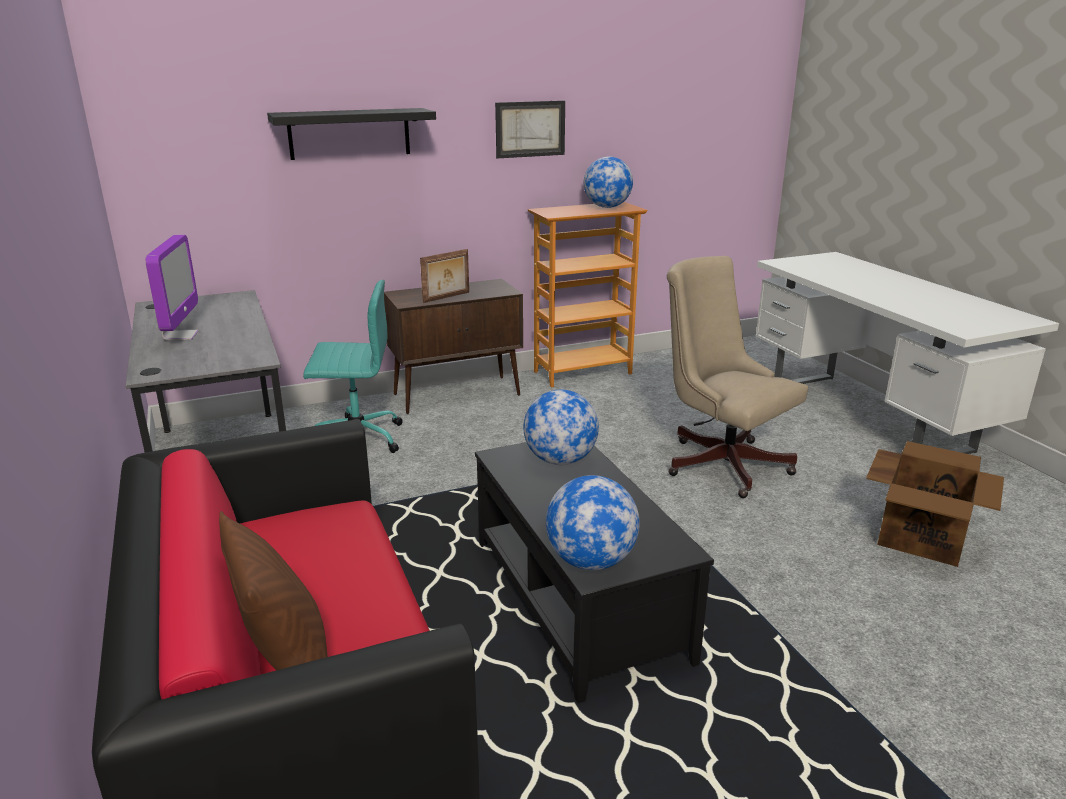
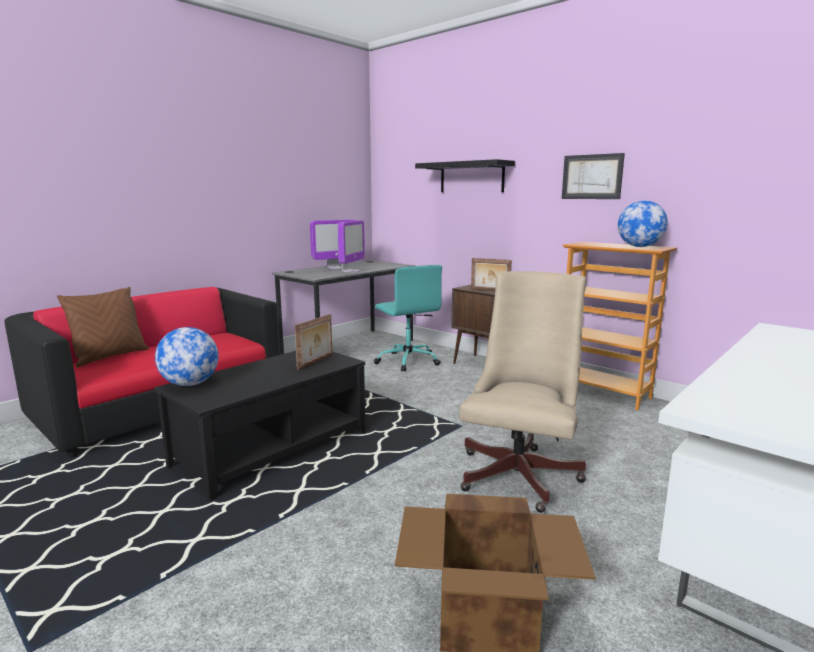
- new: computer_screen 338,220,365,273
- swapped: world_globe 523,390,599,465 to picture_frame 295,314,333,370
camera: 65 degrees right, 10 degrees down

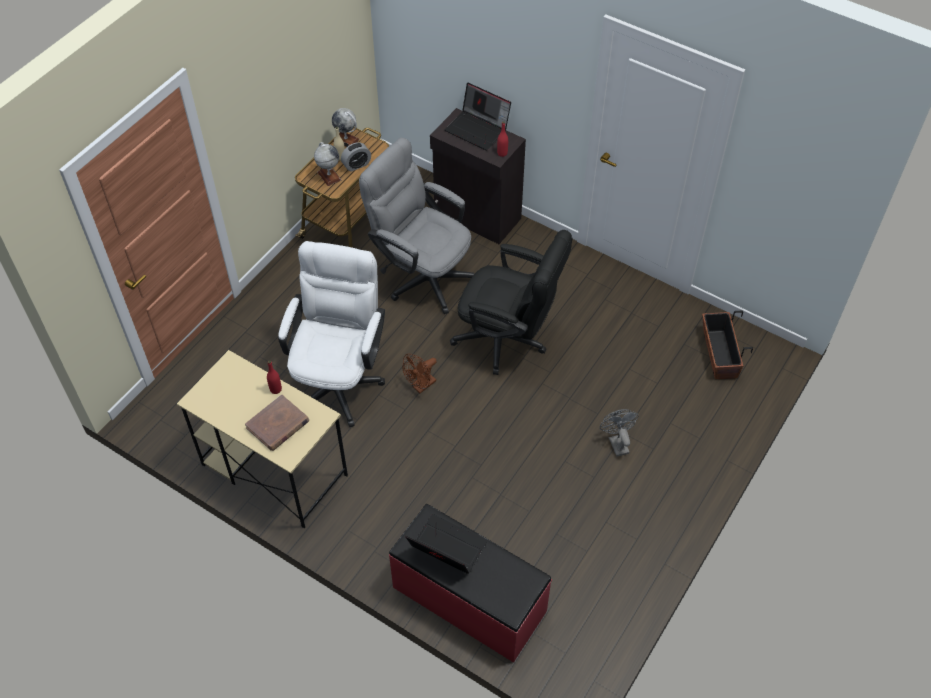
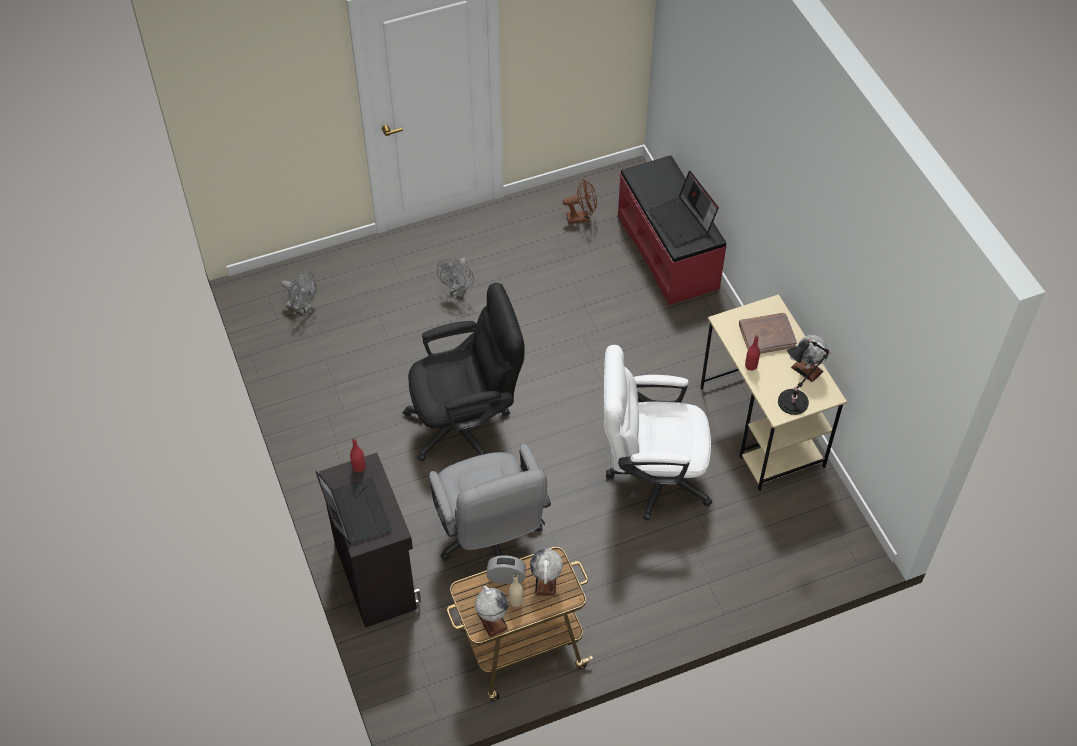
- new: blackish_table_lamp 778,338,831,415
- new: world_globe 791,335,827,382
- shifted: brownish_electric_fan 403,354,437,393 to 563,179,597,223
- swapped: flower_pot 702,311,753,379 to greyish_electric_fan 281,271,317,315
- rotated: white-coloured_desk_chair 278,241,385,428 = 603,345,712,521 45 degrees clockwise
- rotated: blackish_desk_chair 450,230,572,375 = 403,283,525,462 105 degrees clockwise
camera: 145 degrees left, 0 degrees up

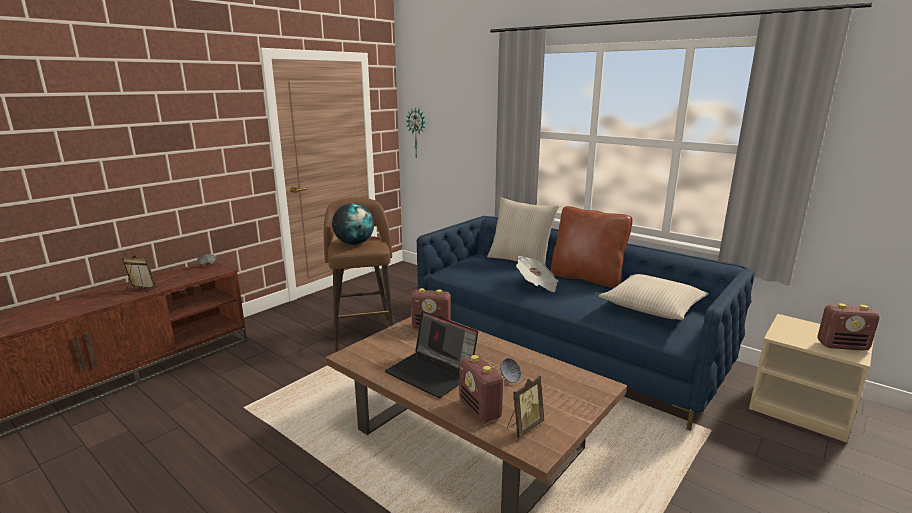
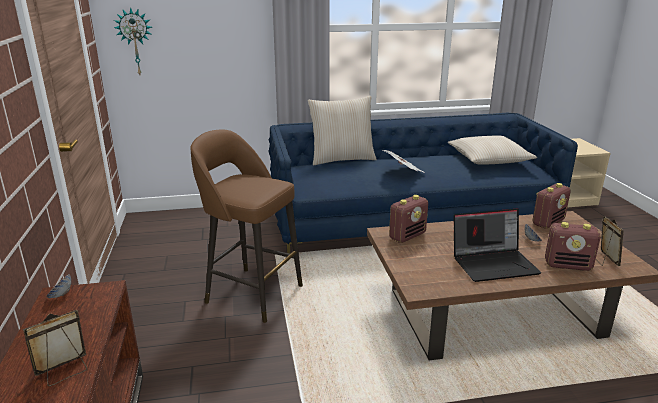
- gone: world_globe 332,203,374,245
- gone: brownish_pillow 551,206,633,288
- shifted: radio_receiver 817,303,880,350 to 533,183,571,229
camera: 50 degrees left, 5 degrees up

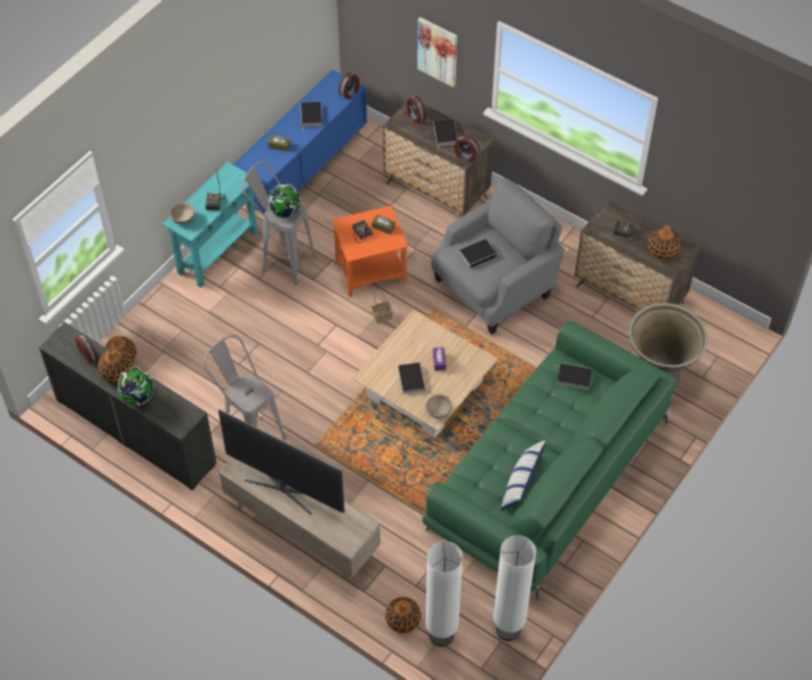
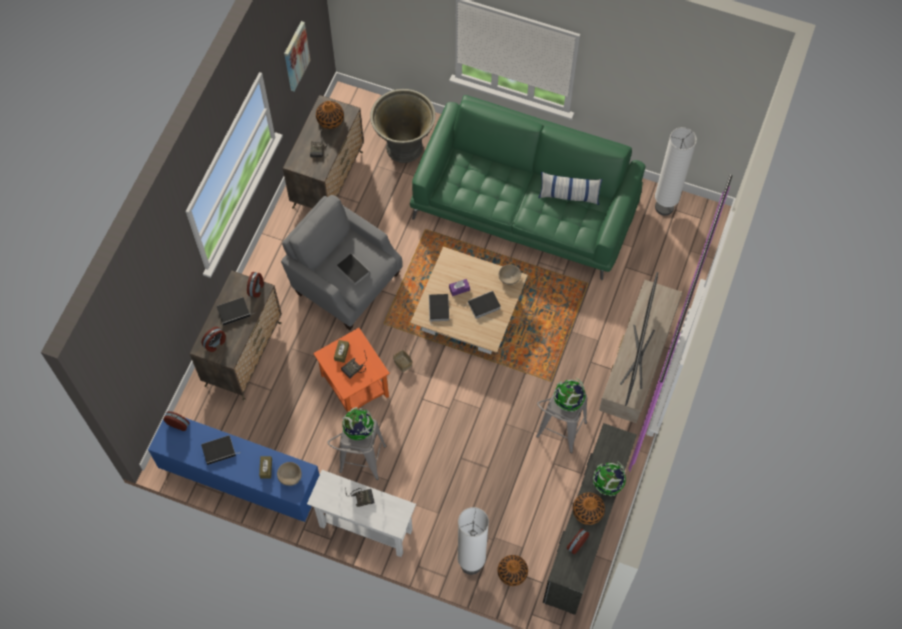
- gone: decorative_vase 385,597,421,633
- new: world_globe 554,378,586,412
- shifted: beige-coloured_serving_bowl 170,203,195,224 to 277,462,302,486
- shifted: wall_picture 417,17,457,87 to 284,21,310,92
- shifted: white-coloured_standard_lamp 425,541,463,647 to 457,507,489,575
- shifted: book 554,363,592,390 to 429,294,449,324
- repainted: turquoise_hall_table 162,162,258,288 to white-coloured_hall_table 307,470,416,557
camera: 105 degrees left, 10 degrees up

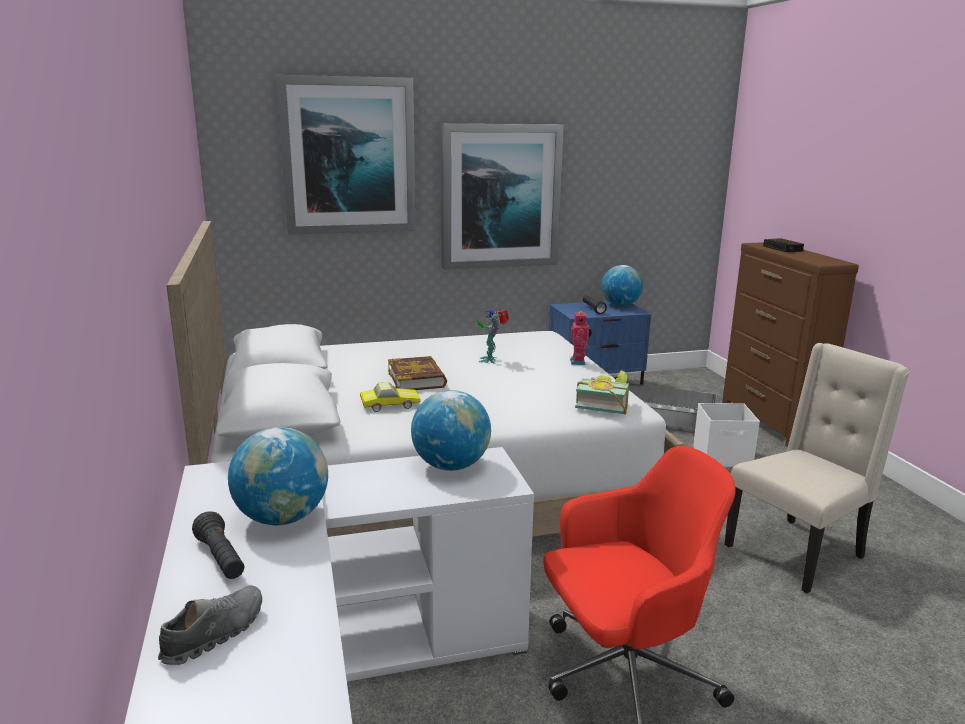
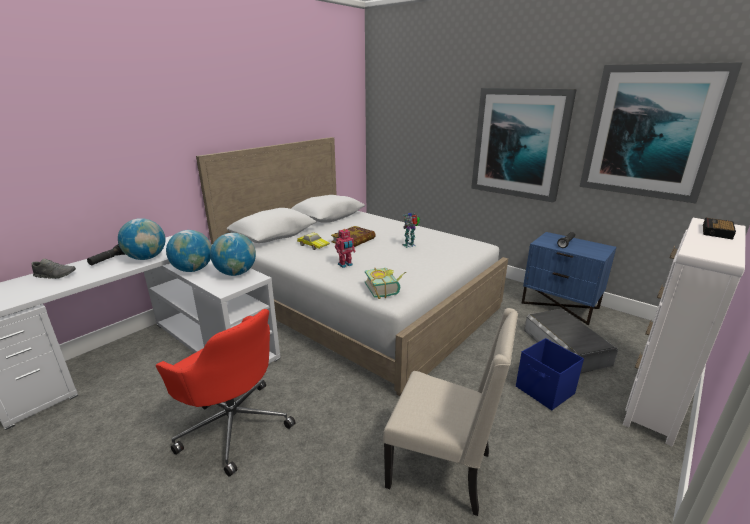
- shifted: wall_picture 276,75,416,235 to 579,62,742,204
- shifted: model_robot 570,311,592,365 to 335,229,356,268
- shifted: world_globe 601,265,643,306 to 166,230,212,272
- repainted: white-coloured_storage_bin 693,403,760,467 to blue_storage_bin 516,338,584,410
- repainted: brownish_chest_of_drawers 722,242,859,447 to white-coloured_chest_of_drawers 623,218,746,446
camera: 55 degrees right, 5 degrees up

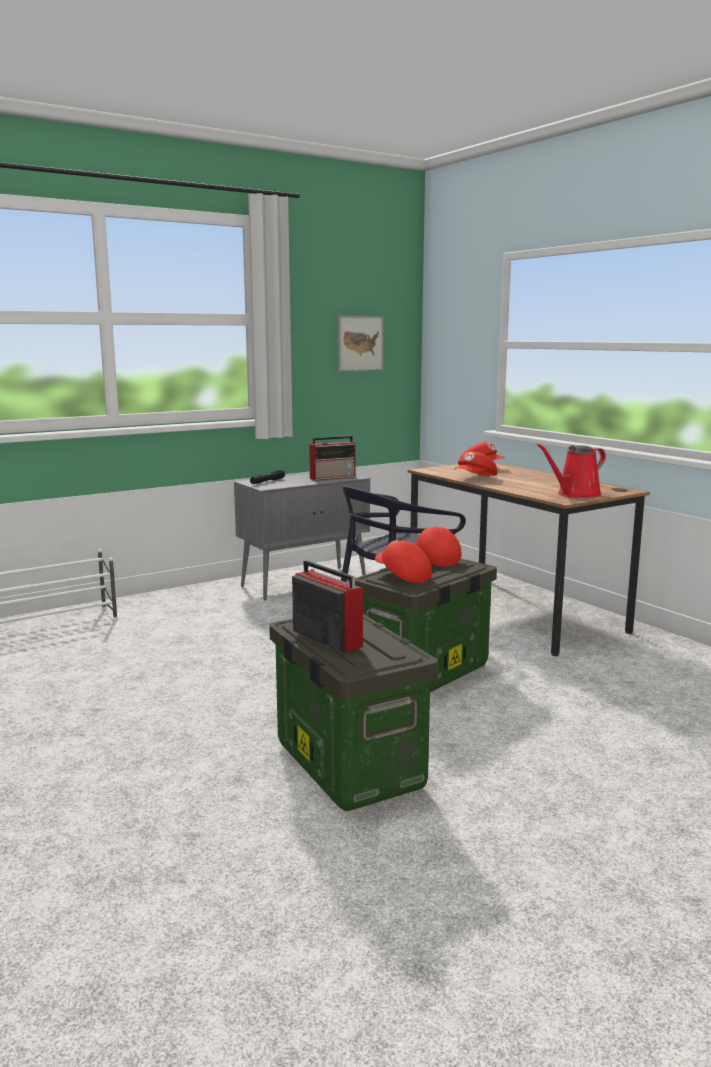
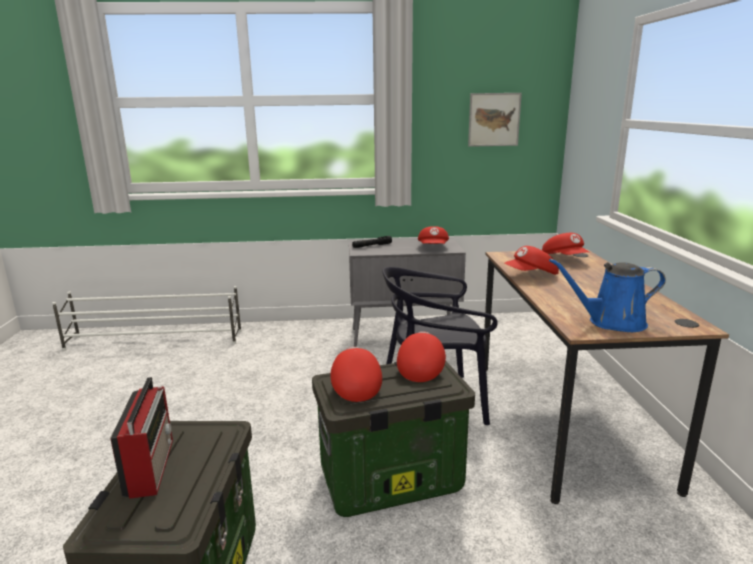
- swapped: radio_receiver 309,436,356,481 to reddish_baseball_cap 418,226,449,244
- repainted: reddish_watering_pot 537,444,606,498 to blue_watering_pot 549,259,666,332
camera: 30 degrees right, 5 degrees up

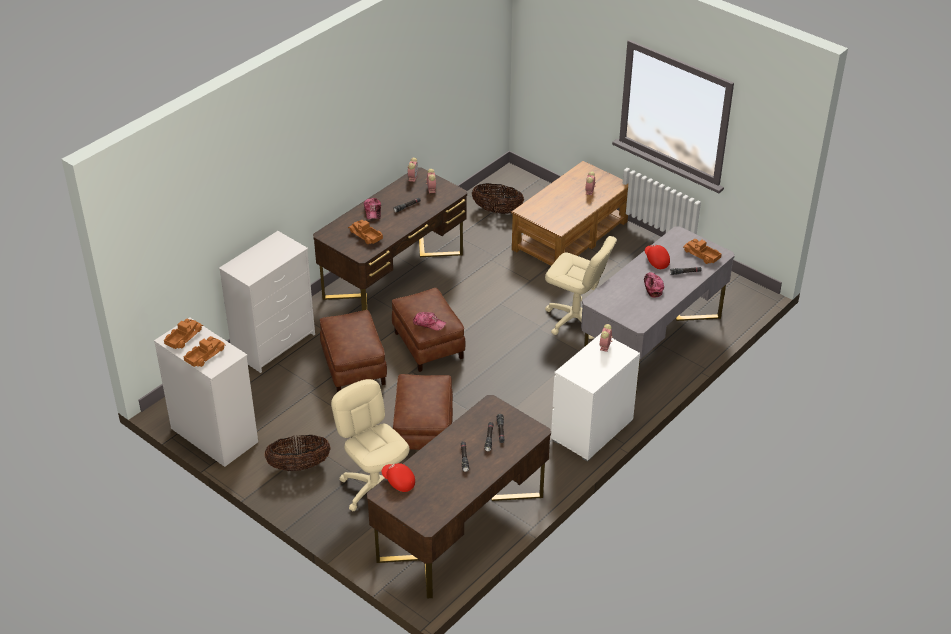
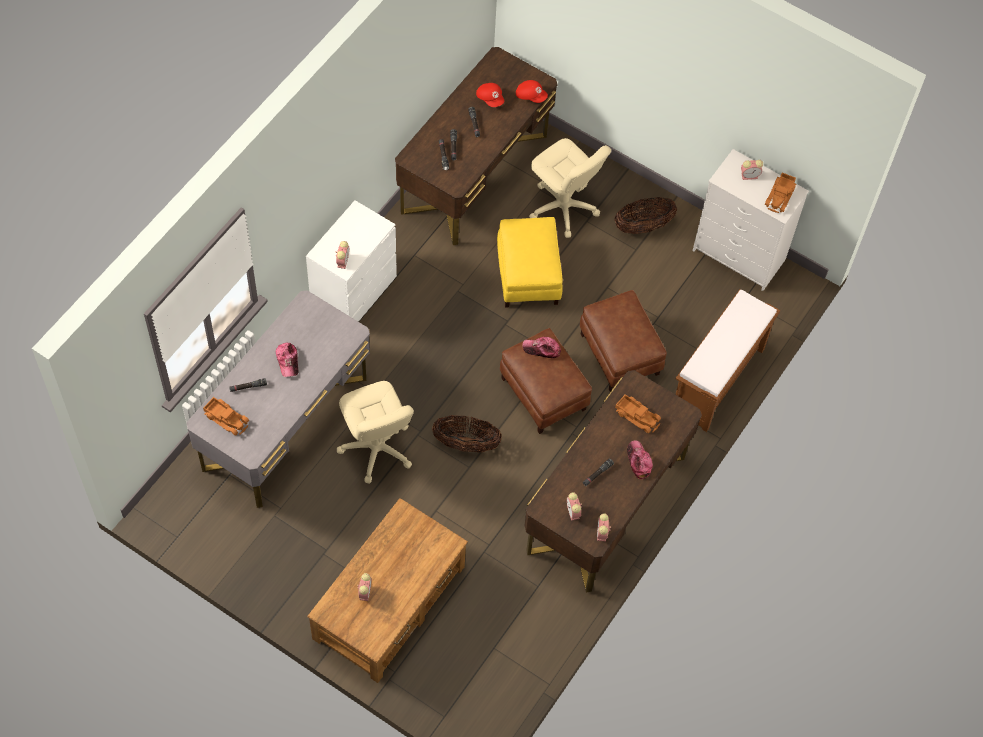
- shifted: storage_basket 472,183,524,214 to 432,415,502,453
- shifted: reddish_baseball_cap 645,245,670,269 to 476,83,504,107
- swapped: model_truck 184,336,226,367 to bedside_clock 741,160,763,180
- swapped: white-coloured_chest_of_drawers 219,231,315,373 to brownish_bench 675,290,780,432
- repainted: brownish_footrest 393,374,453,450 to yellow-coloured_footrest 497,217,563,308
- rotated: beige-coloured_desk_chair 545,236,617,339 = 337,381,414,484 135 degrees counterclockwise
camera: 170 degrees right, 20 degrees up

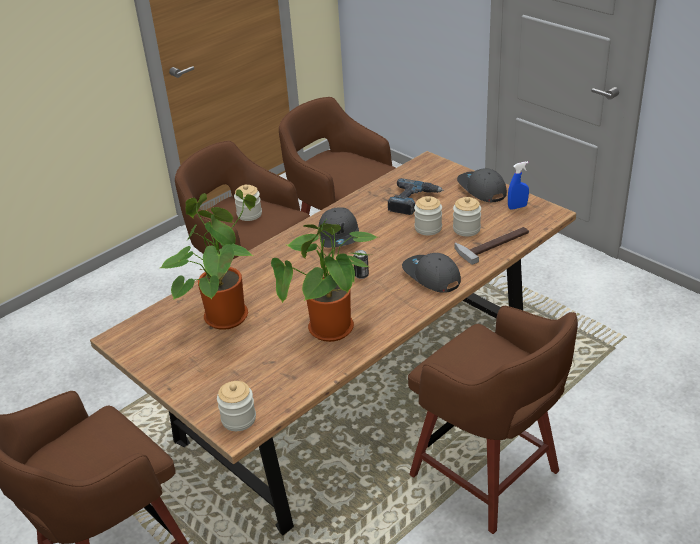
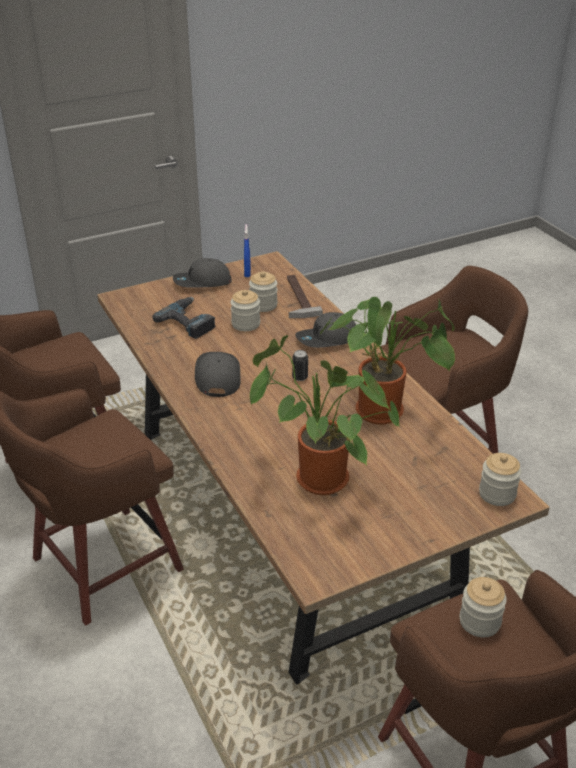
- shifted: storage_jar 234,185,262,221 to 460,577,507,637
- rotated: greyish_baseball_cap 319,207,359,248 = 195,352,241,397 105 degrees counterclockwise
camera: 75 degrees left, 0 degrees up

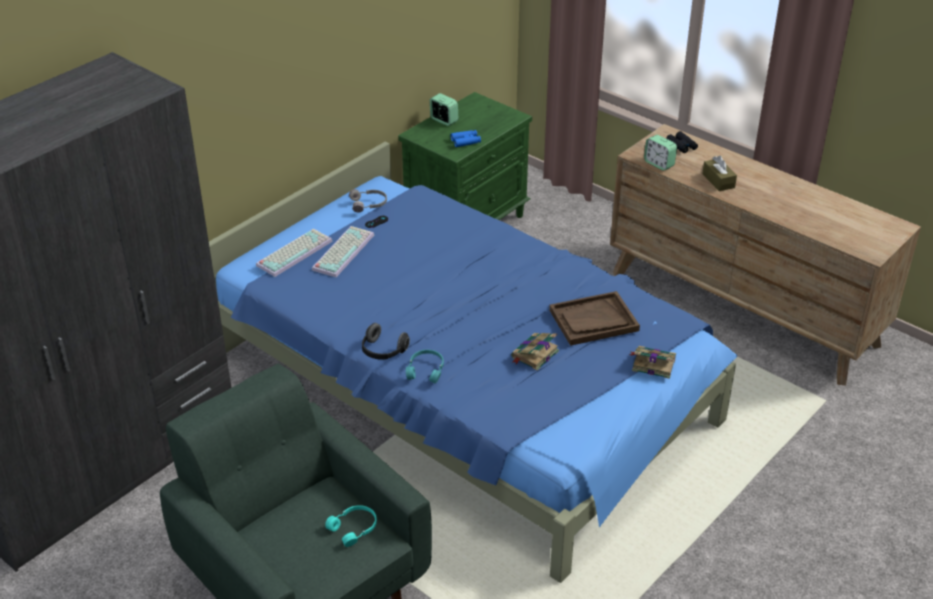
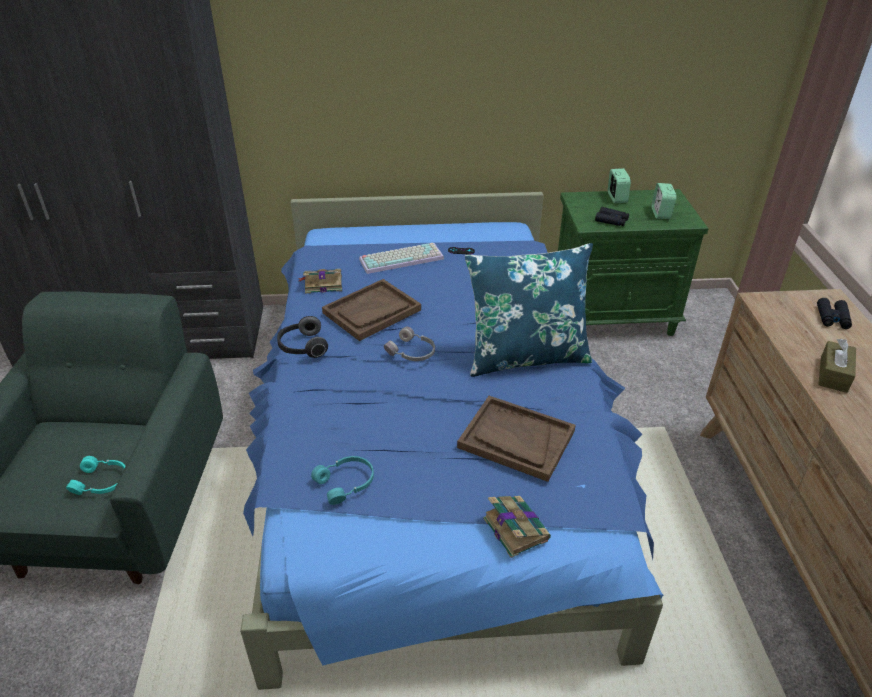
- gone: keyboard 256,229,333,277
- new: brownish_tray 322,279,421,341
- new: blue_pillow 465,243,593,377
- shifted: greyish_headset 349,189,387,213 to 384,327,435,361
- shifted: turquoise_headset 406,350,444,384 to 311,456,374,505
- shifted: book 511,333,559,371 to 298,269,342,294
- shifted: bedside_clock 644,135,677,171 to 651,183,677,219
- repainted: blue_field_glasses 451,130,481,147 to blackish_field_glasses 595,207,629,226
camera: 45 degrees right, 0 degrees up

